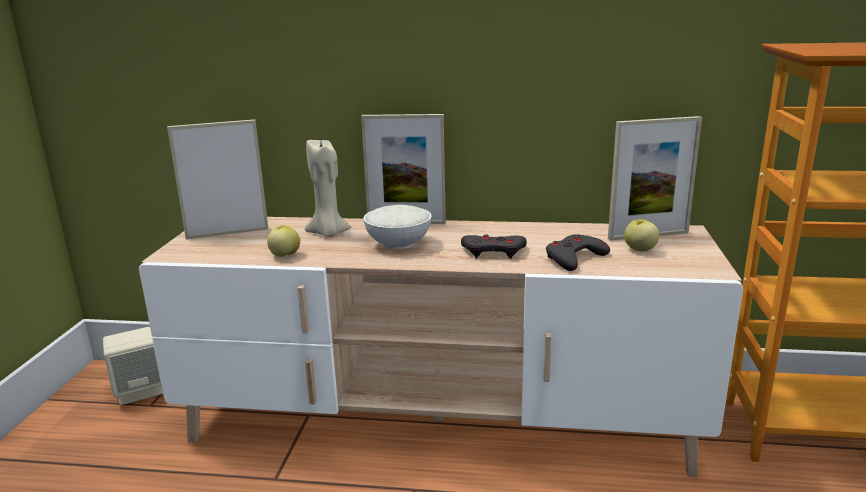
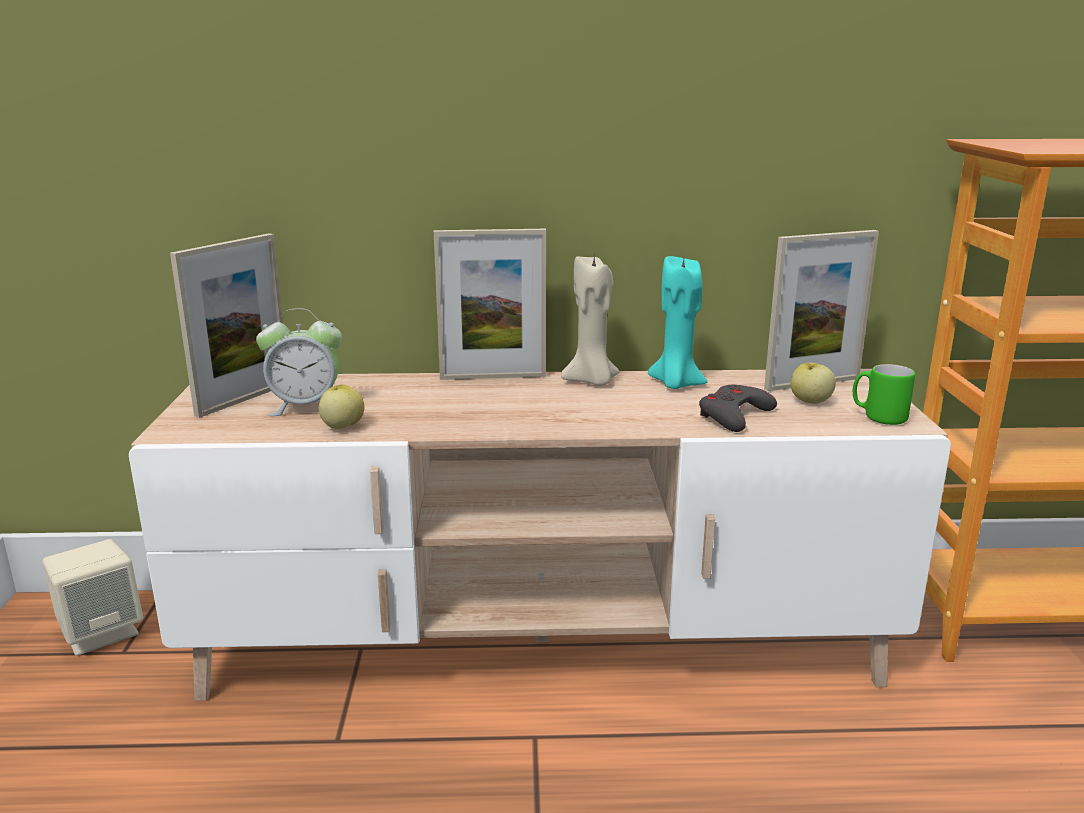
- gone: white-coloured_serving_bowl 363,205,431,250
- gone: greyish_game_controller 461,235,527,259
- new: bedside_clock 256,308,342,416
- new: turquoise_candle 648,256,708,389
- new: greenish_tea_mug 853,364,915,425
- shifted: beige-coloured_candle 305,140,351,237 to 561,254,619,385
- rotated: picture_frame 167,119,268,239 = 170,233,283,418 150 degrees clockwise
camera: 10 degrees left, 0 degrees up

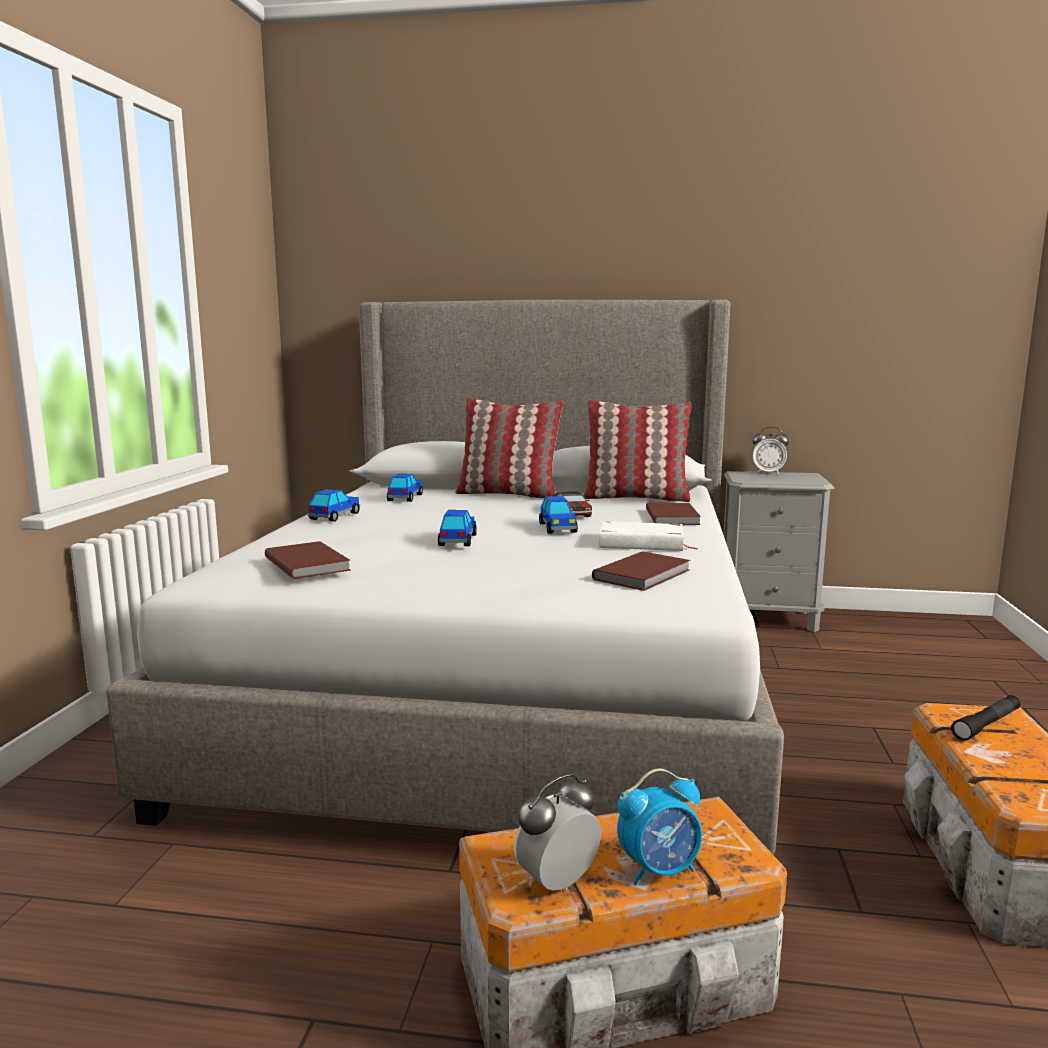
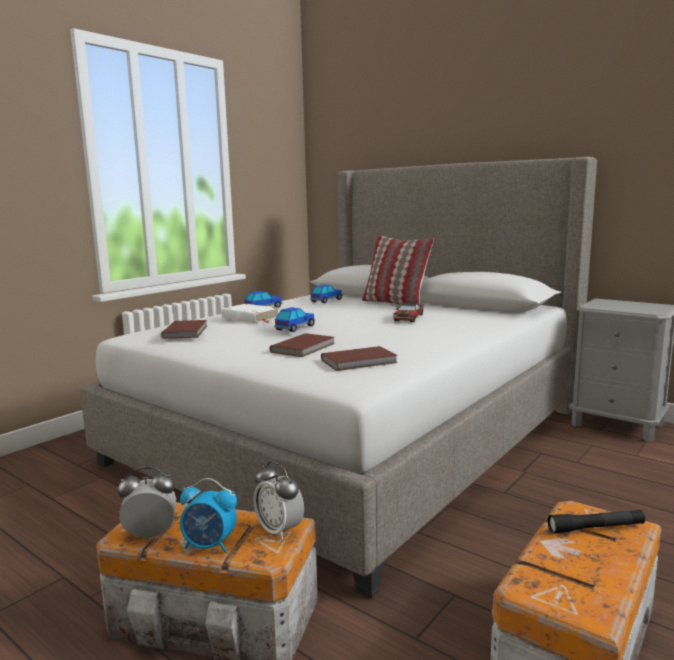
- gone: model_car 539,496,578,534
- gone: pillow 583,400,692,502
- shifted: white-coloured_book 599,521,697,551 to 221,304,280,323
- shifted: brownish_book 646,502,701,525 to 270,333,335,357
- shifted: bedside_clock 752,427,789,475 to 253,462,304,540
camera: 30 degrees right, 0 degrees up

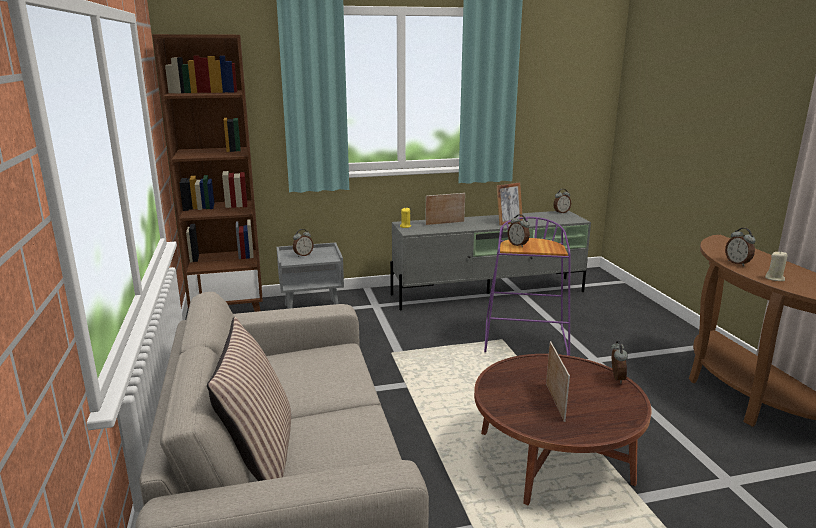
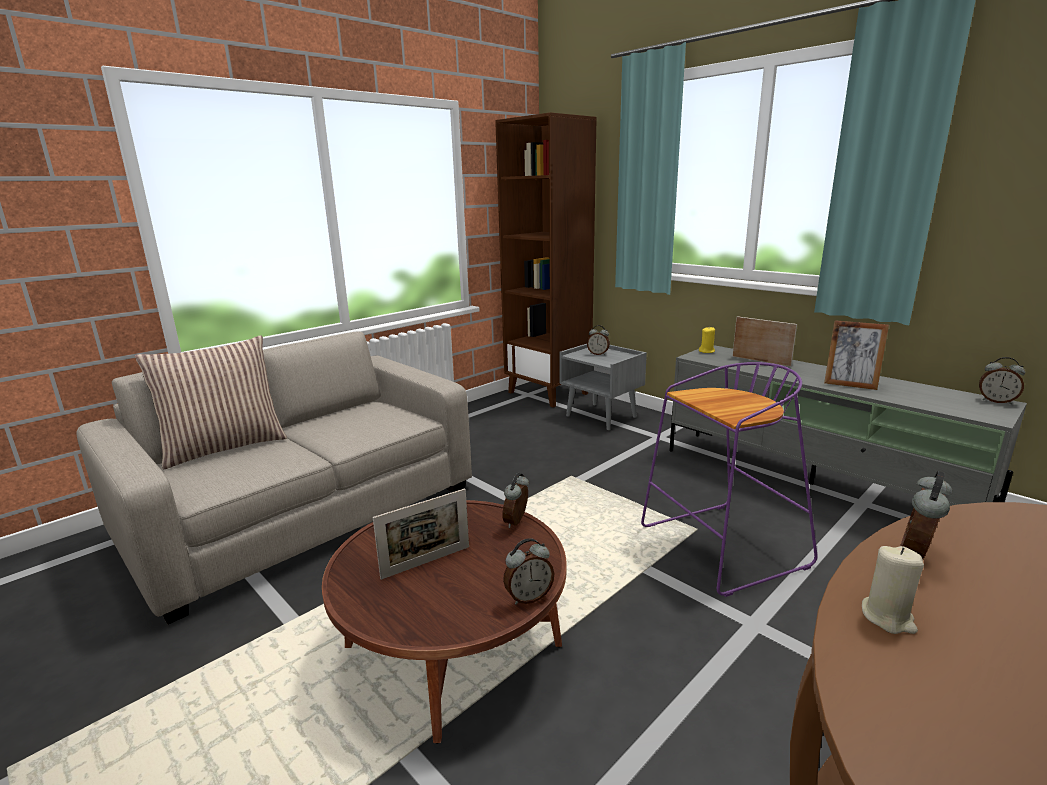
- shifted: bedside_clock 508,214,530,247 to 502,473,529,528
camera: 60 degrees right, 0 degrees up

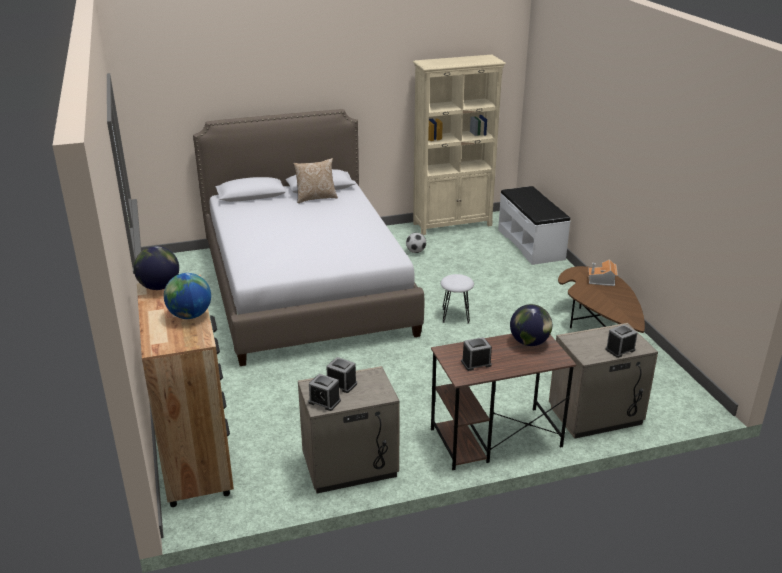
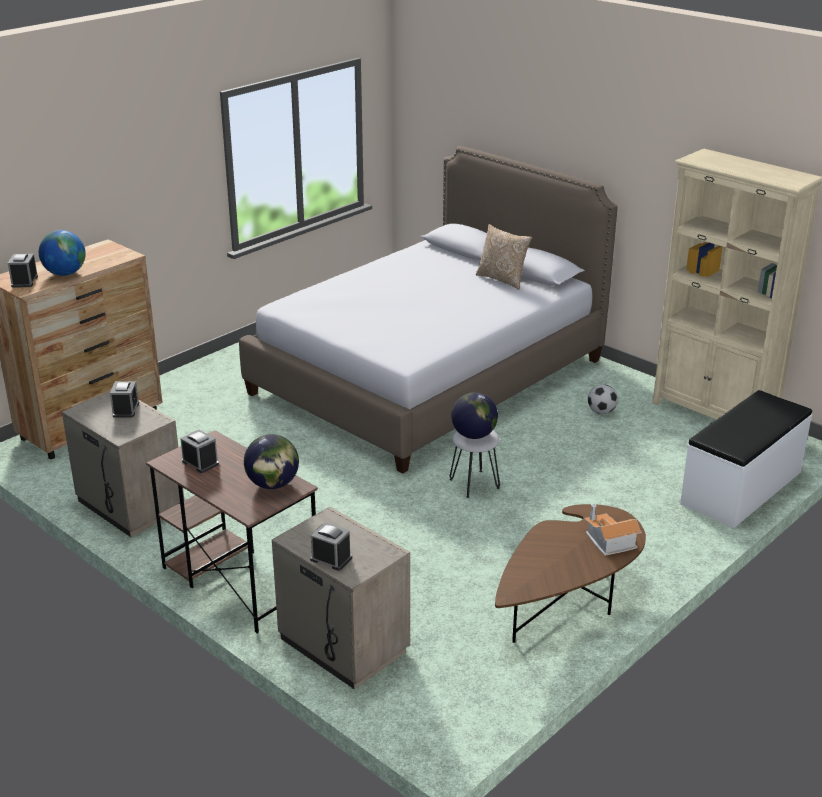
- shifted: world_globe 134,246,179,290 to 451,392,498,439
- shifted: bedside_clock 308,374,341,411 to 8,254,38,287
camera: 60 degrees right, 0 degrees up

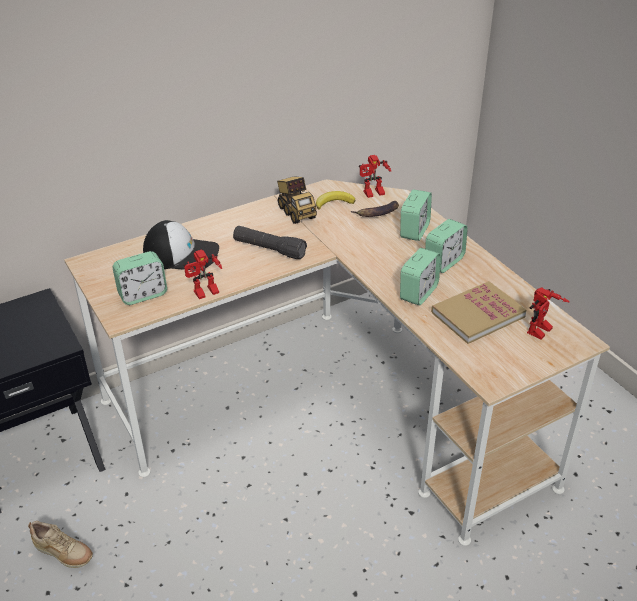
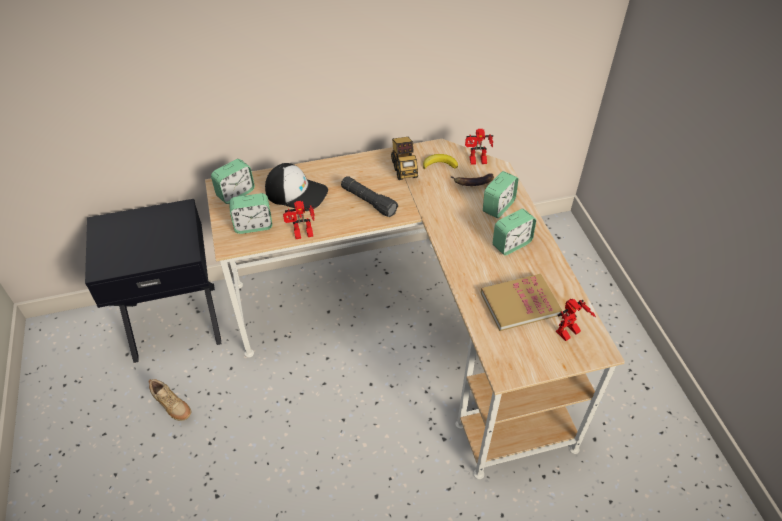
- shifted: bedside_clock 400,248,441,306 to 211,159,255,204
camera: 15 degrees right, 10 degrees up

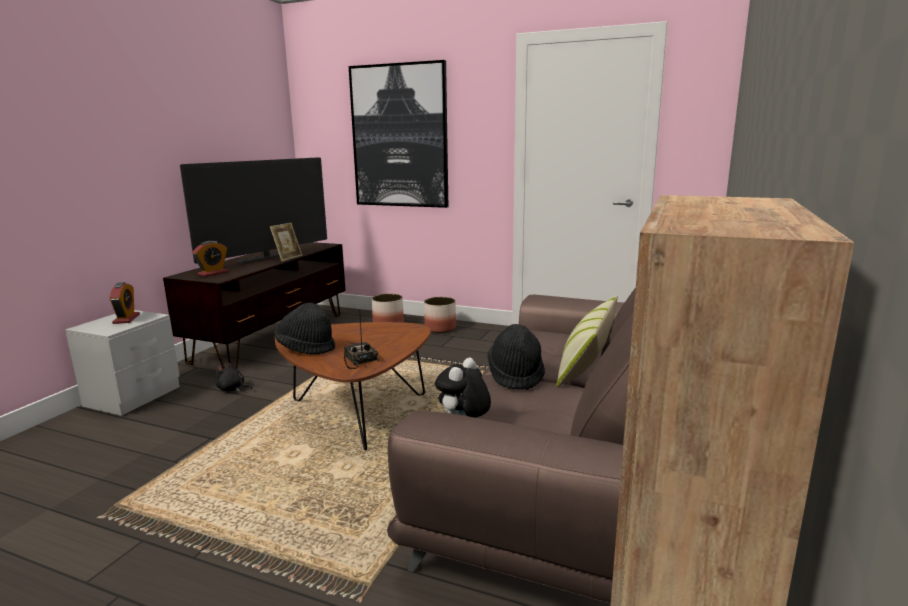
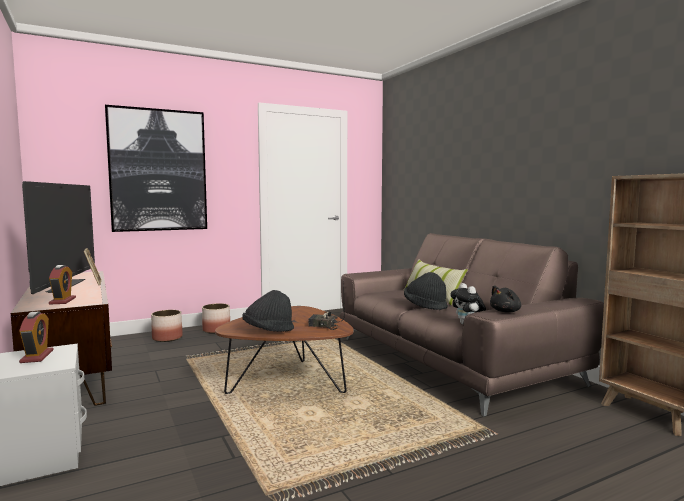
- shifted: blackish_cuddly_toy 216,362,252,391 to 490,285,521,312
- rotated: bedside_clock 110,282,140,324 = 19,311,54,363 45 degrees clockwise
camera: 50 degrees left, 10 degrees down

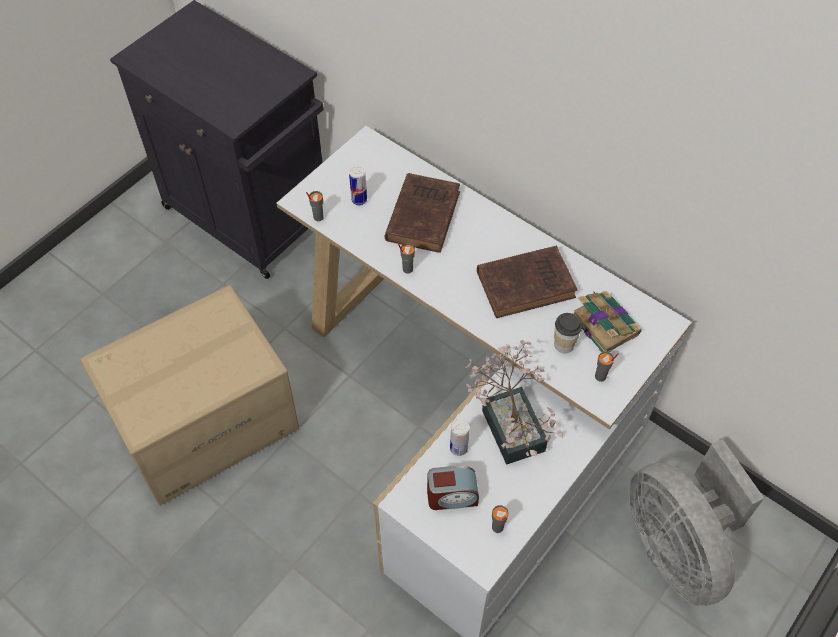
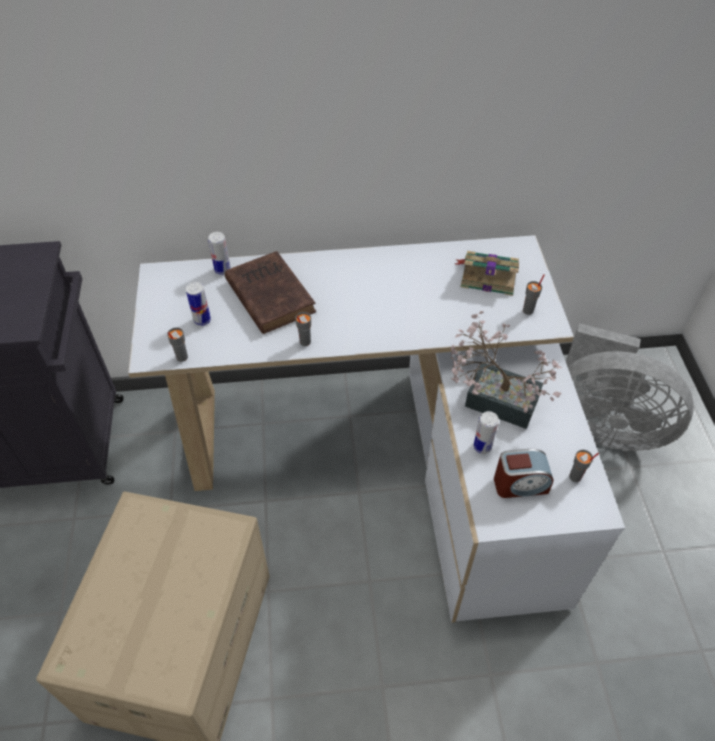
- gone: brownish_book 477,246,578,318
- gone: drinking_cup 554,313,582,353
- new: can 208,232,231,275
- rotated: bedside_clock 427,466,479,510 = 494,449,554,498 45 degrees clockwise
camera: 45 degrees left, 5 degrees down

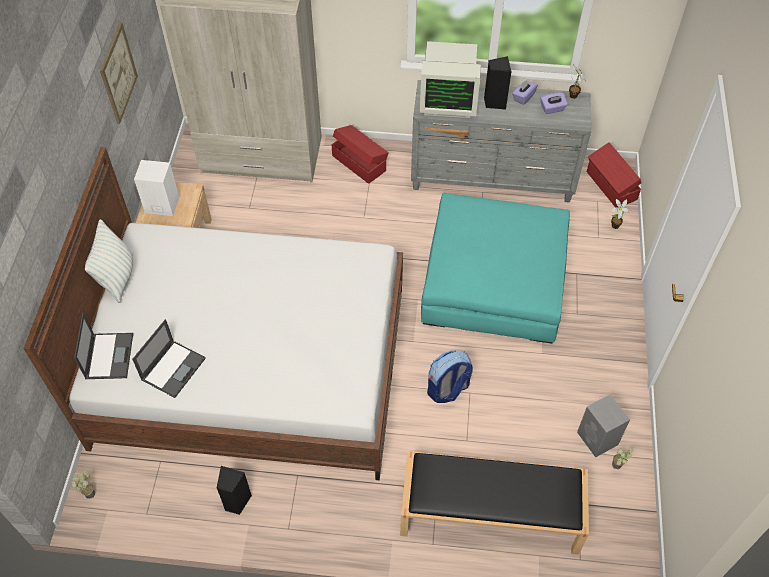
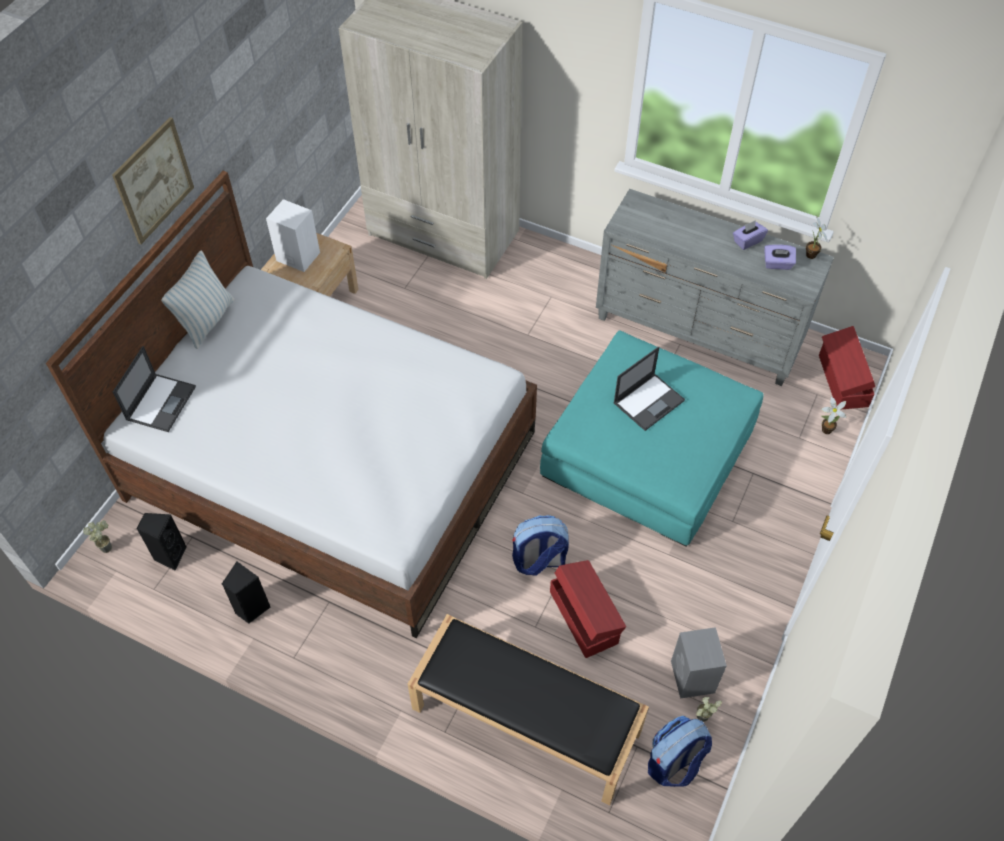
- gone: computer_screen 420,41,481,118
- new: rucksack 648,716,712,787
- shifted: wall_picture 100,22,138,124 to 112,117,194,244
- shifted: portable_computer 132,319,206,398 to 613,346,685,431
- shifted: reddish_storage_bin 331,125,389,184 to 550,560,626,658
- shifted: blackish_speaker 484,56,511,110 to 136,513,187,570
camera: 20 degrees right, 0 degrees up

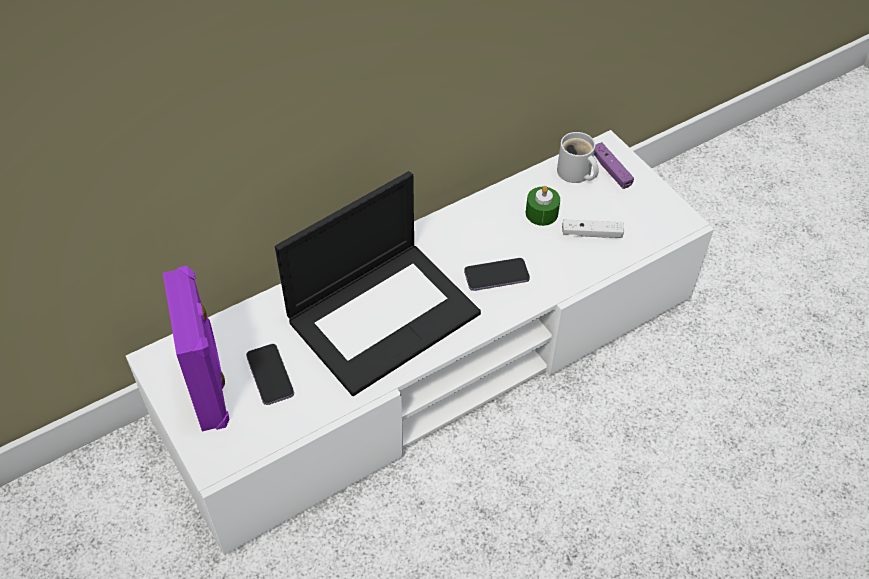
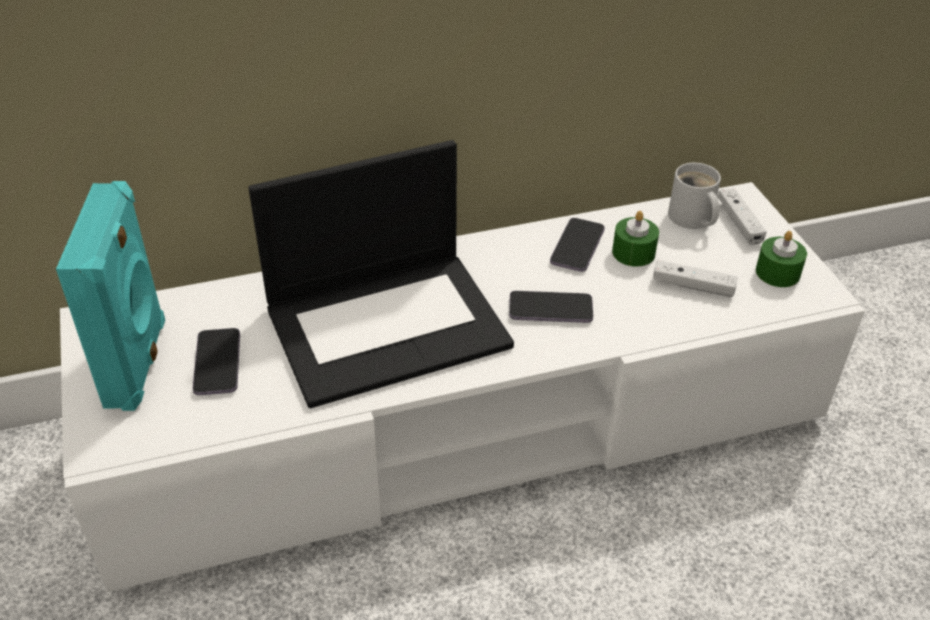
- new: telephone 550,218,605,272
- new: greenish_candle 756,231,807,287
- repainted: purple-coloured_speaker 163,266,229,432 to turquoise_speaker 56,181,165,411
- repainted: purple-coloured_game_controller 594,142,634,189 to white-coloured_game_controller 717,188,766,245
camera: 15 degrees right, 10 degrees down

